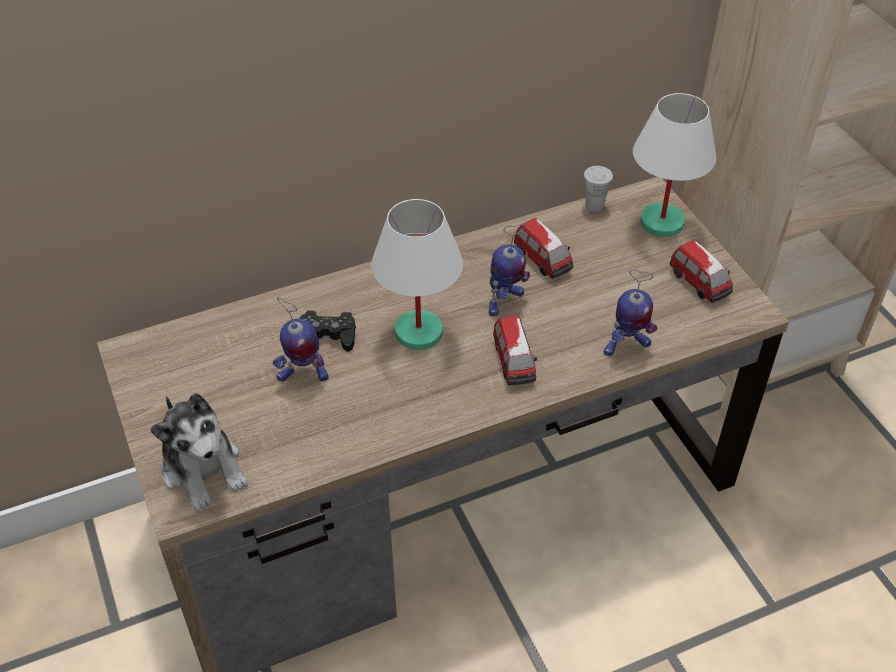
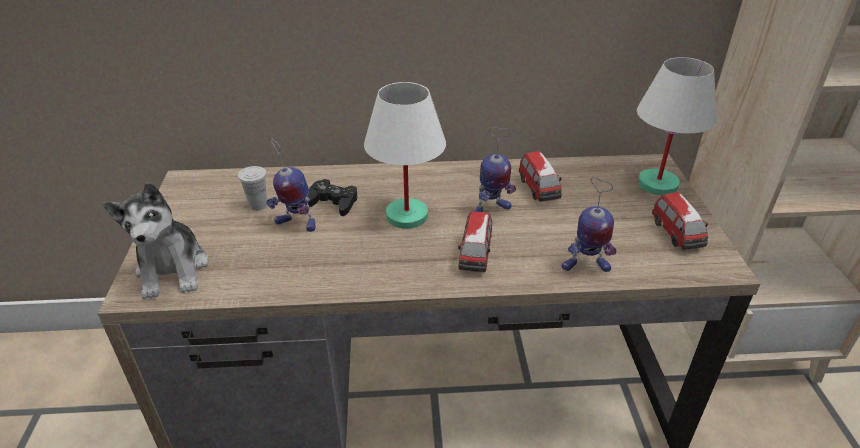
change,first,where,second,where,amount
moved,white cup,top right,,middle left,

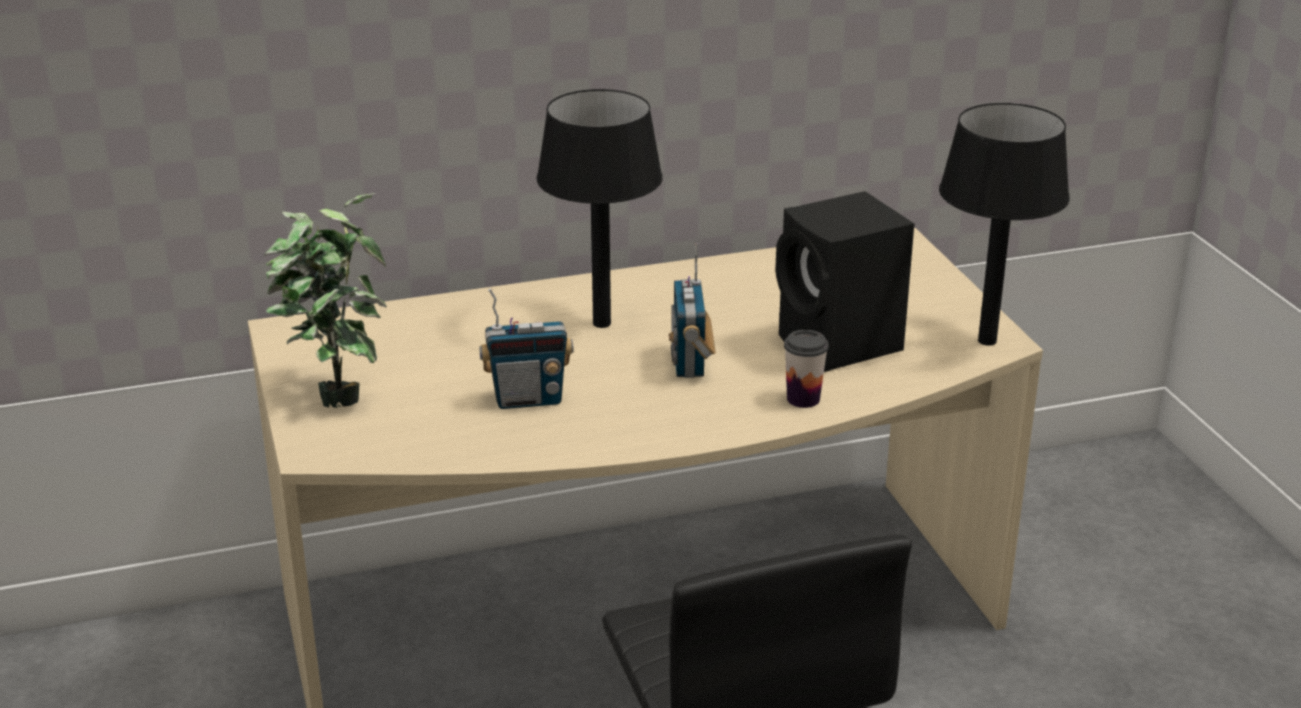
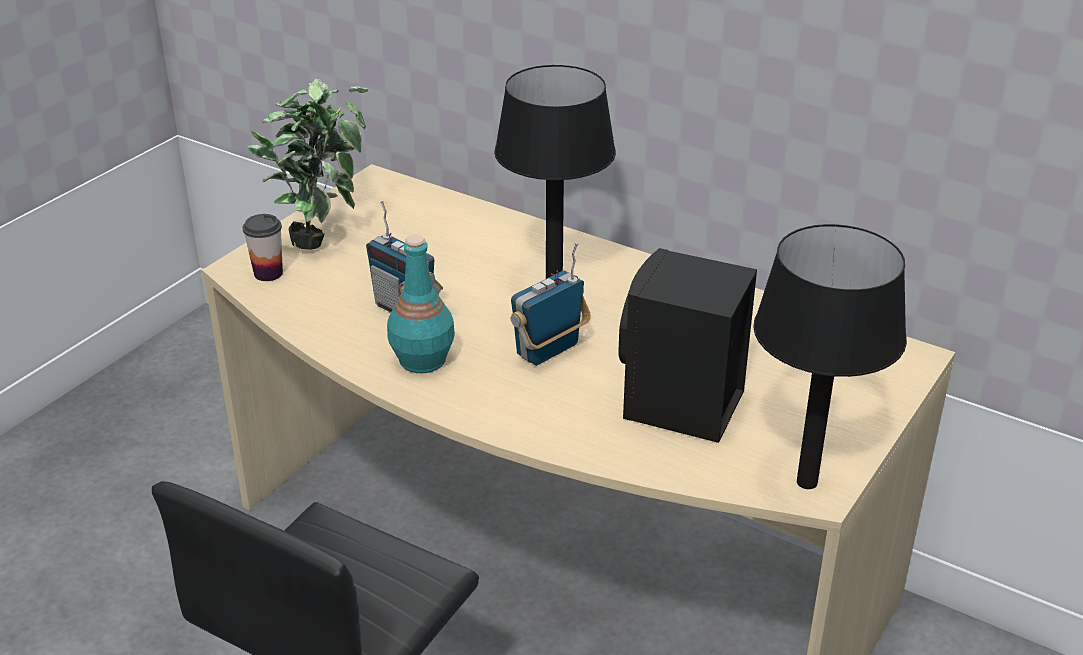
change,first,where,second,where,amount
moved,cup,centre,,middle left,
added,,,turquoise bottle,centre,

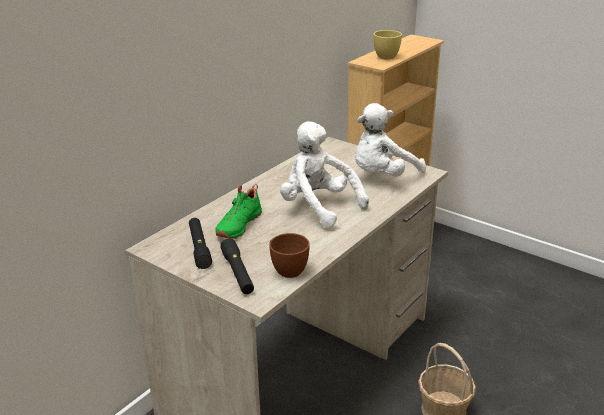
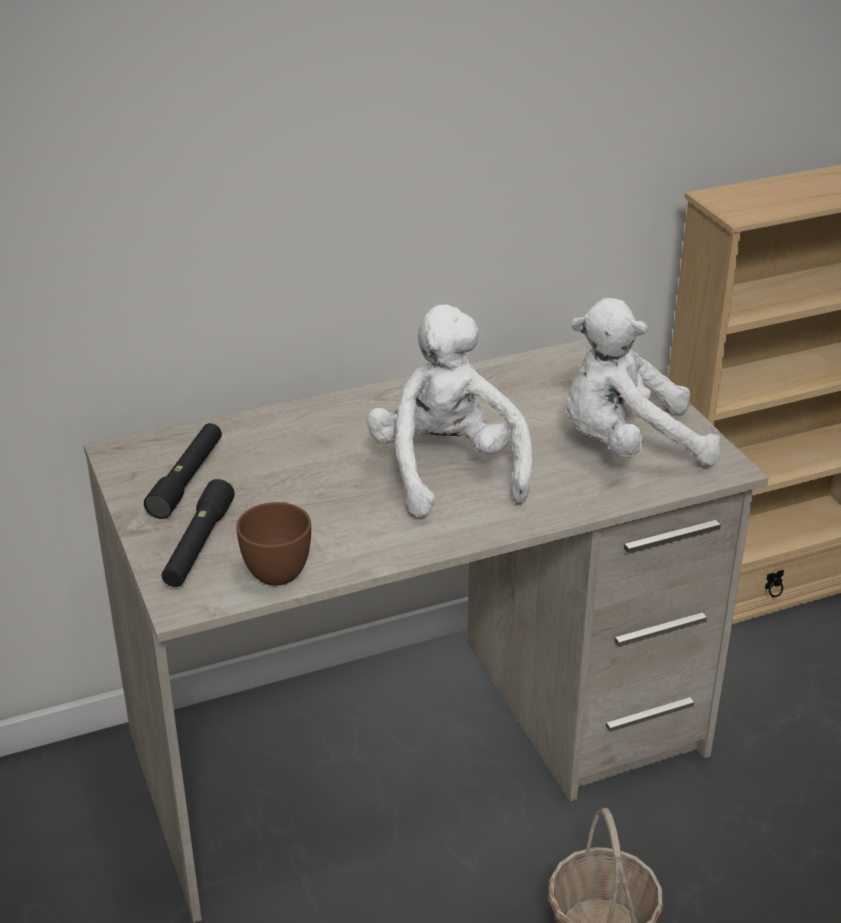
change,first,where,second,where,amount
removed,green shoe,centre,,,
removed,yellow cup,top centre,,,

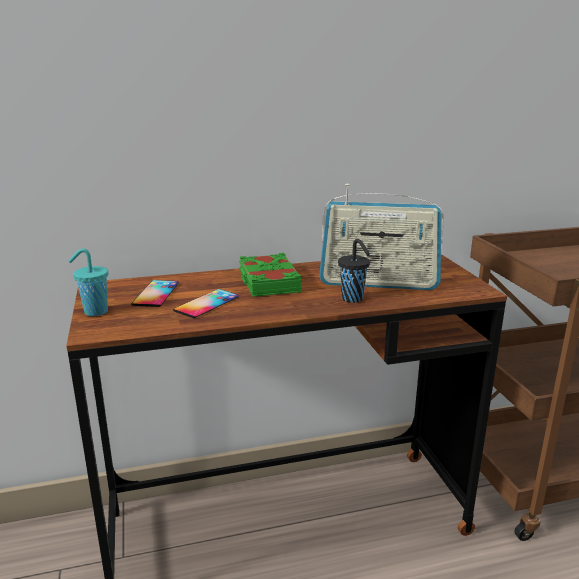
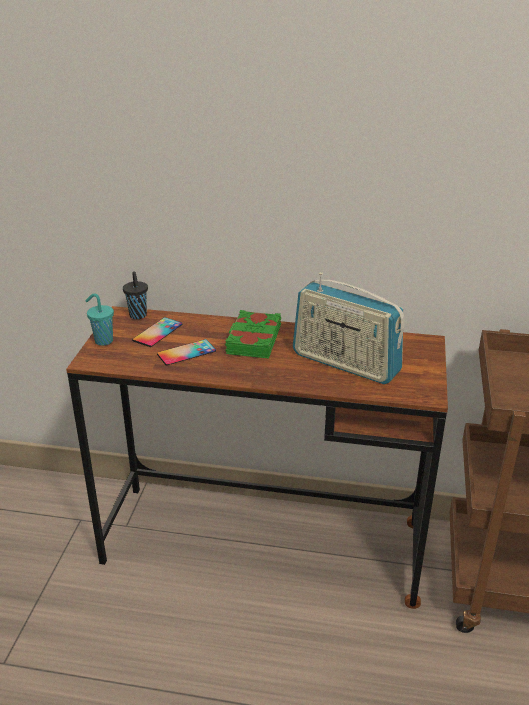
change,first,where,second,where,amount
moved,black cup,centre,,middle left,

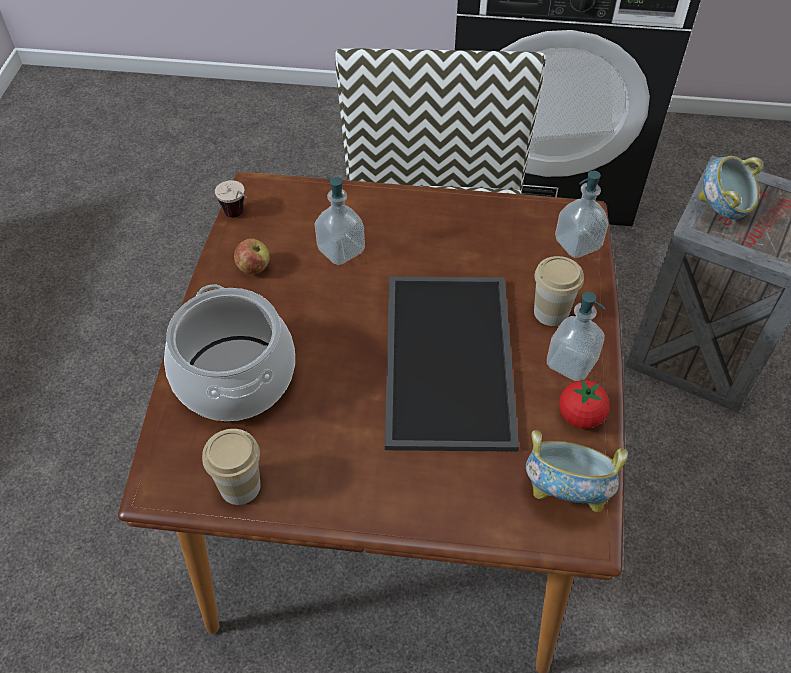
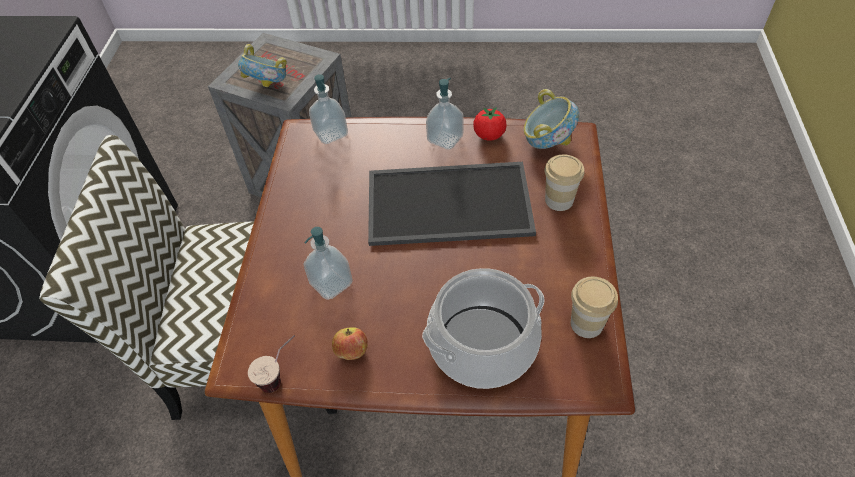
change,first,where,second,where,amount
moved,cup (3rd from left in the first image),middle right,cup (2nd from left),centre,

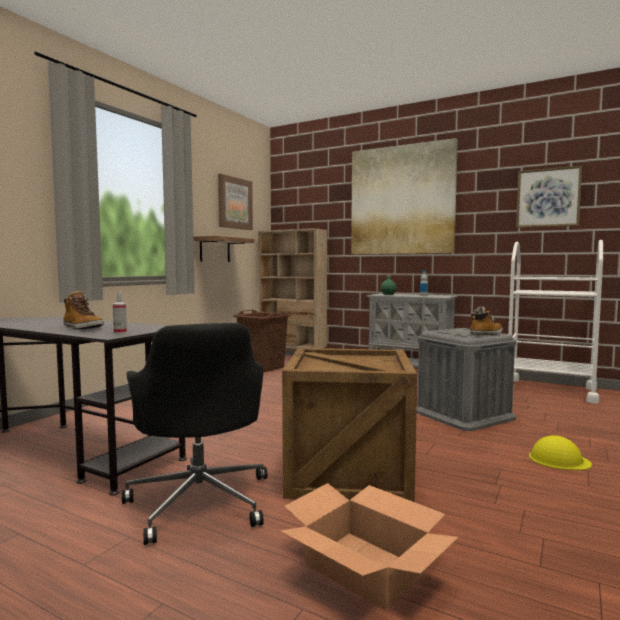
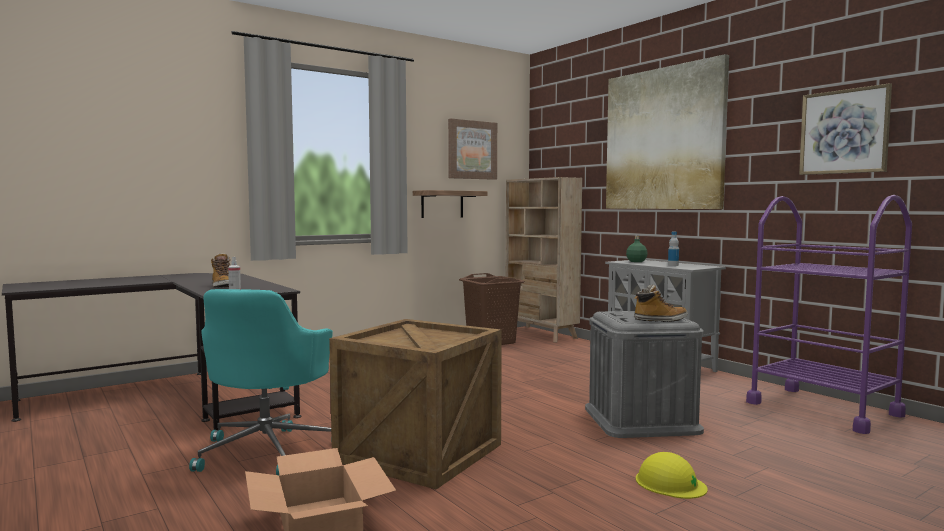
change,first,where,second,where,amount
recoloured,black office chair,bottom left,turquoise office chair,bottom left,
recoloured,white cart,middle right,purple cart,middle right,

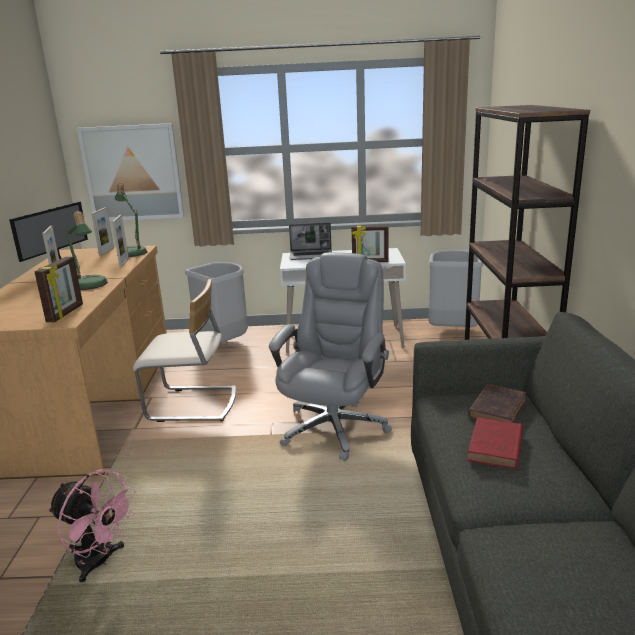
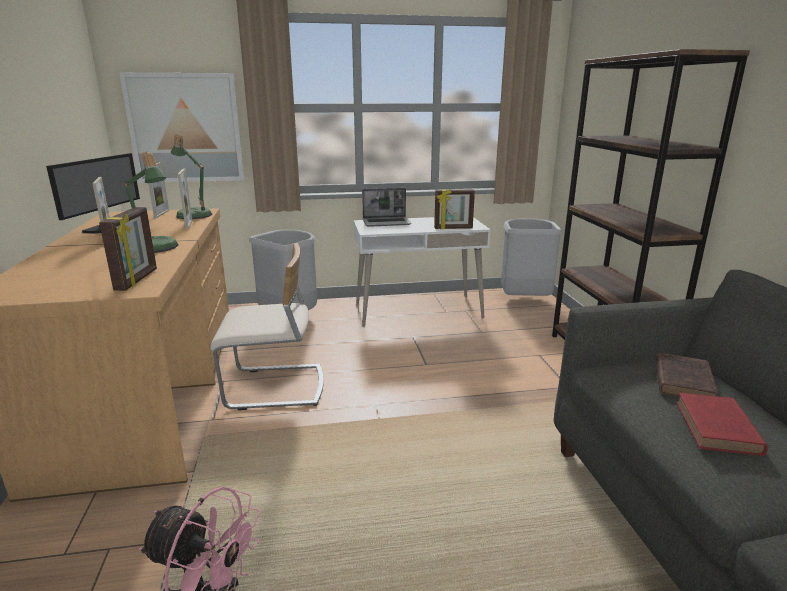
change,first,where,second,where,amount
removed,grey office chair,centre,,,

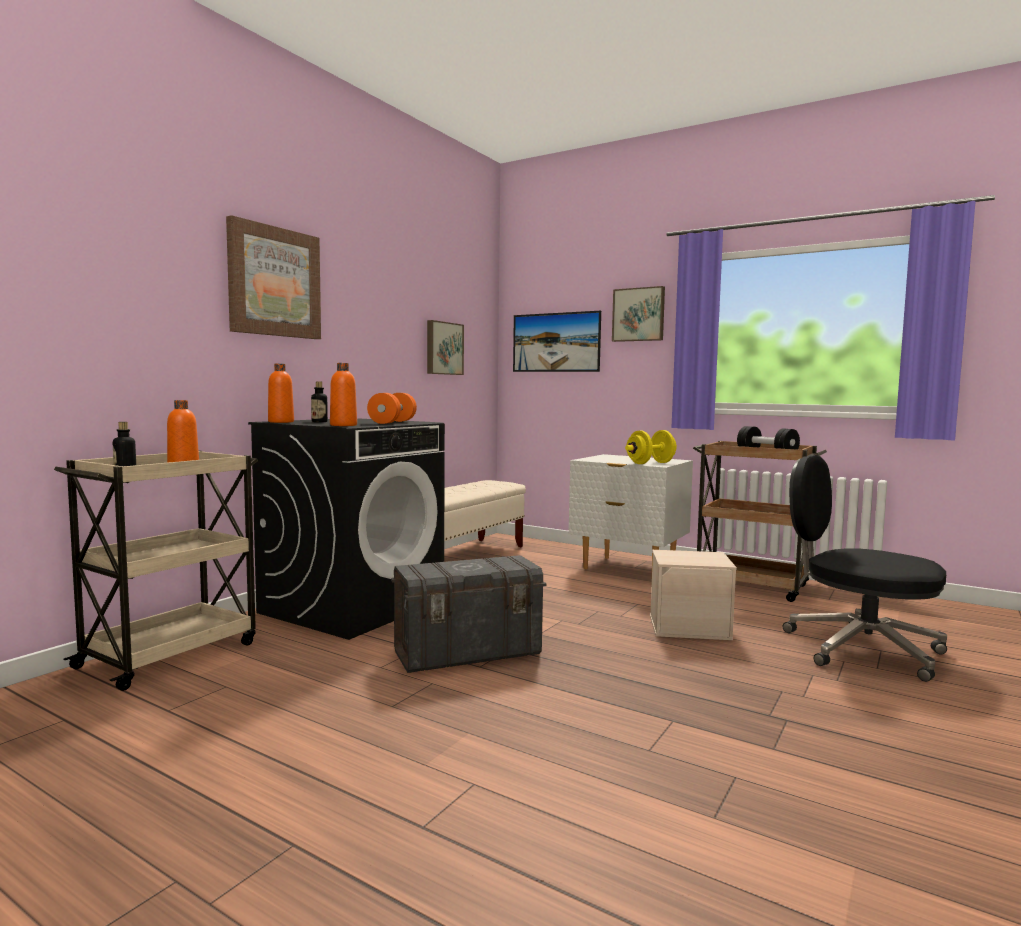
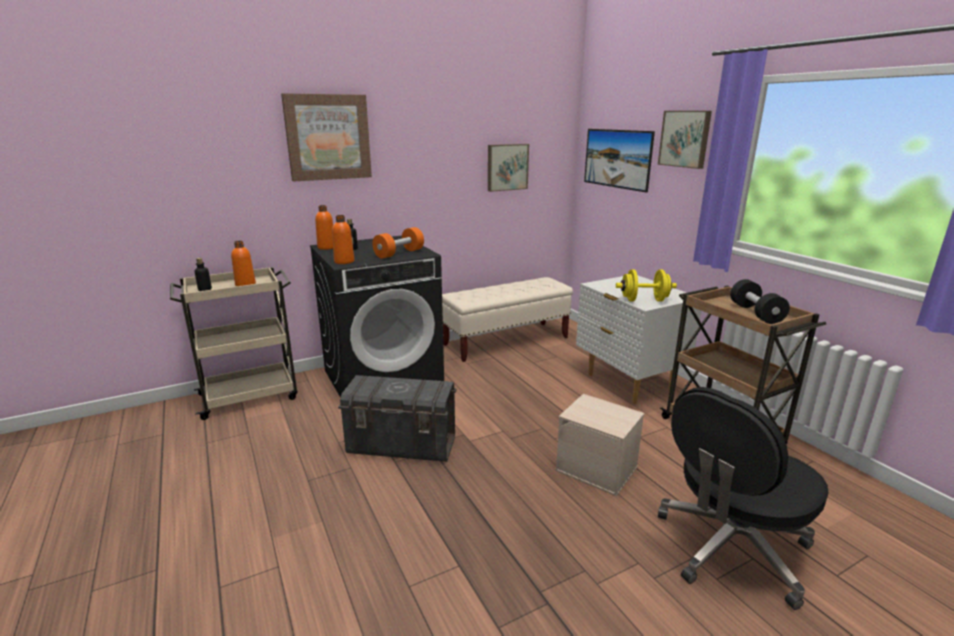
change,first,where,second,where,amount
turned,black office chair,middle right,,bottom right,105 degrees counterclockwise

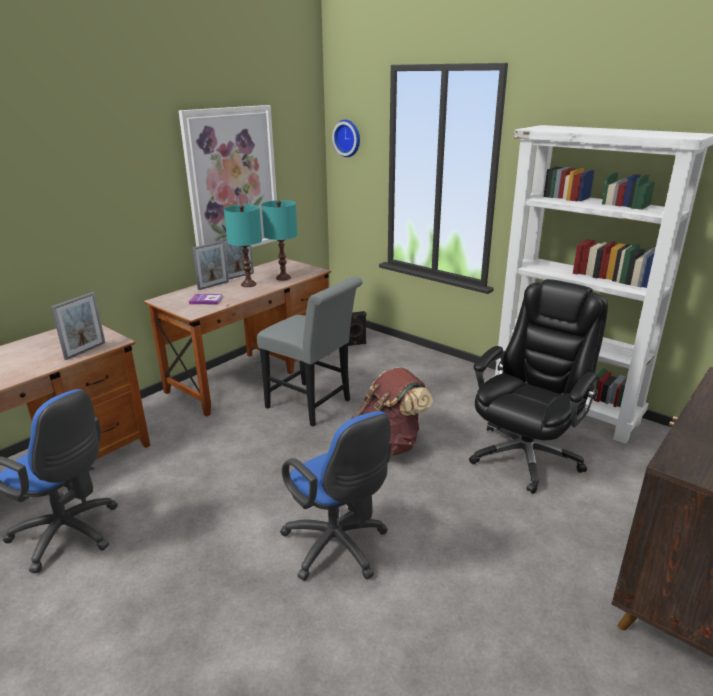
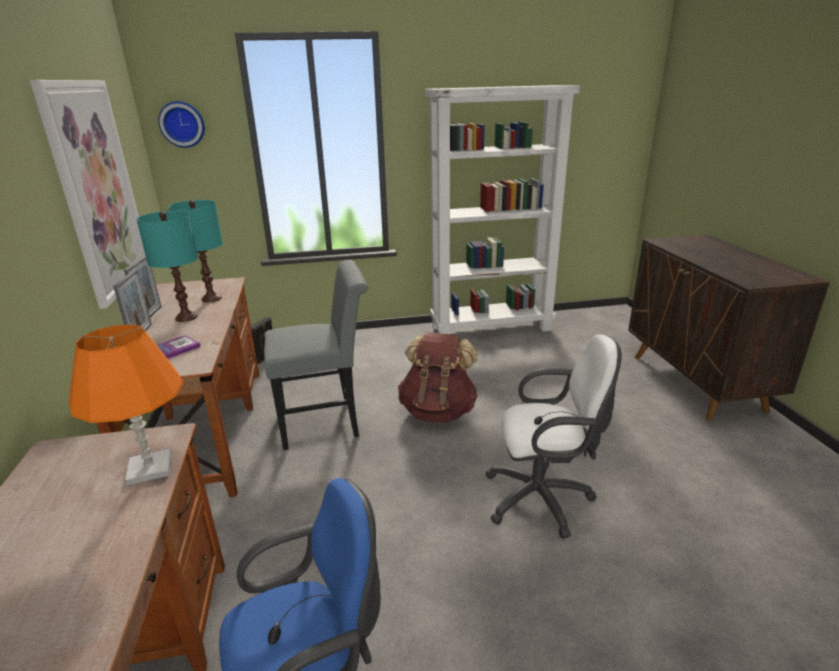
change,first,where,second,where,amount
replaced,picture frame (1st from left),middle left,orange table lamp,middle left,
recoloured,blue office chair (2nd from left),bottom centre,white office chair,centre,
removed,black office chair,middle right,,,

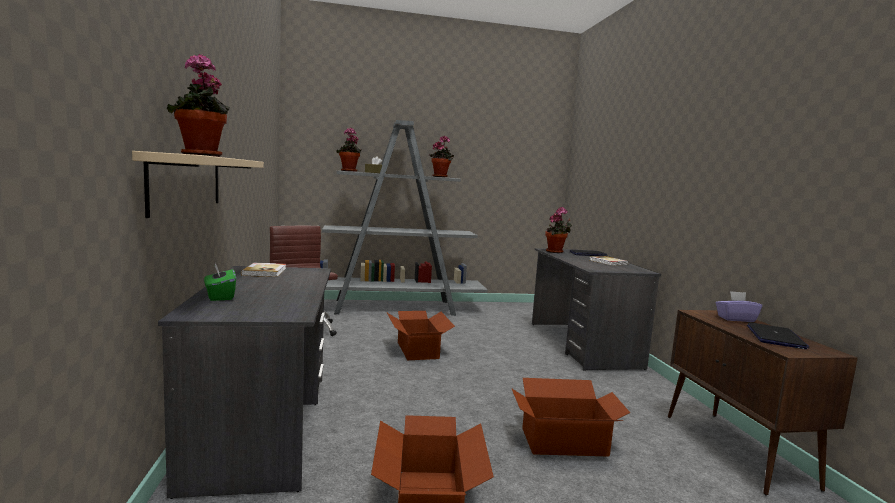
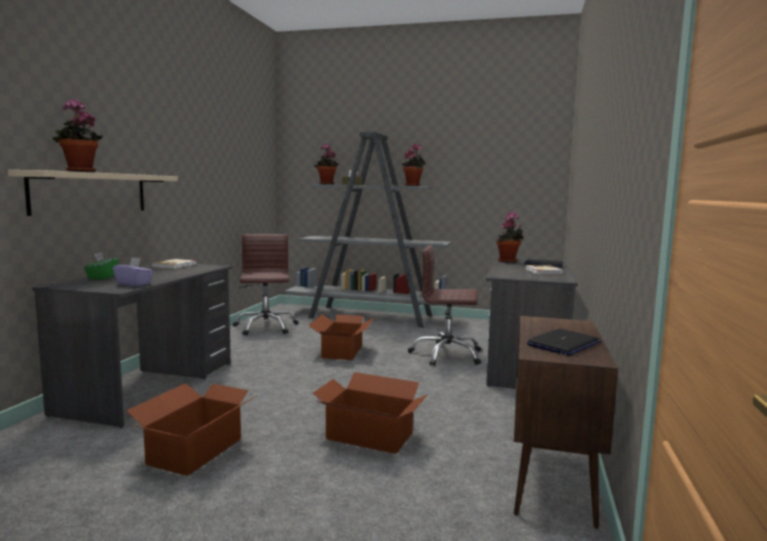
change,first,where,second,where,amount
moved,purple tissue box,middle right,,middle left,
added,,,brown office chair (2nd from left),centre,

